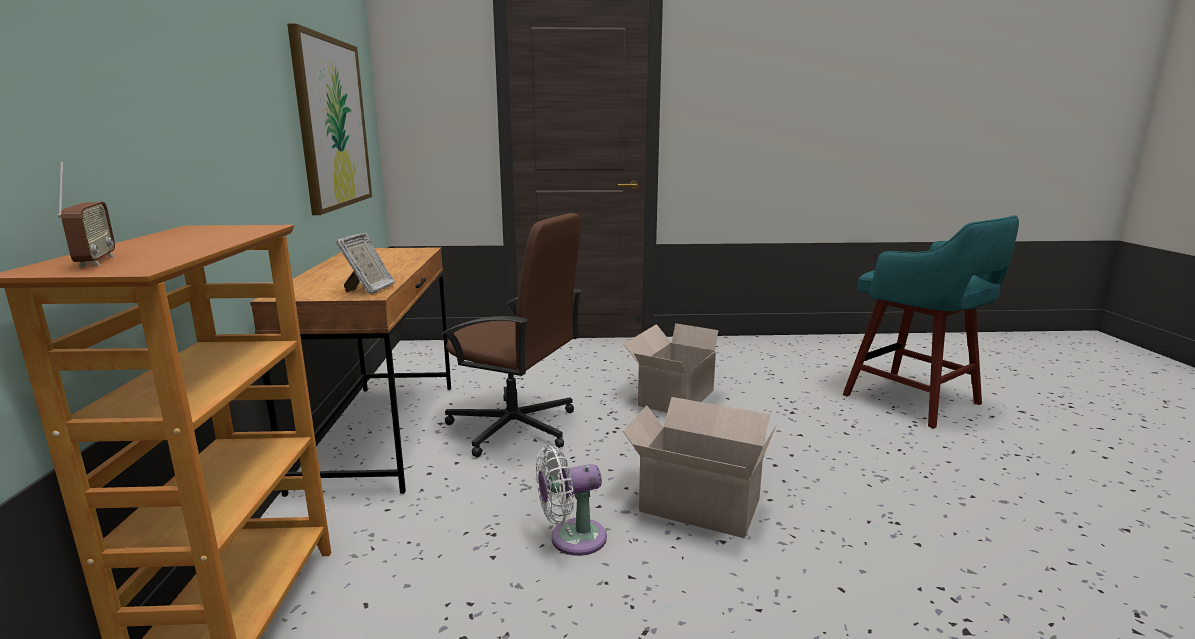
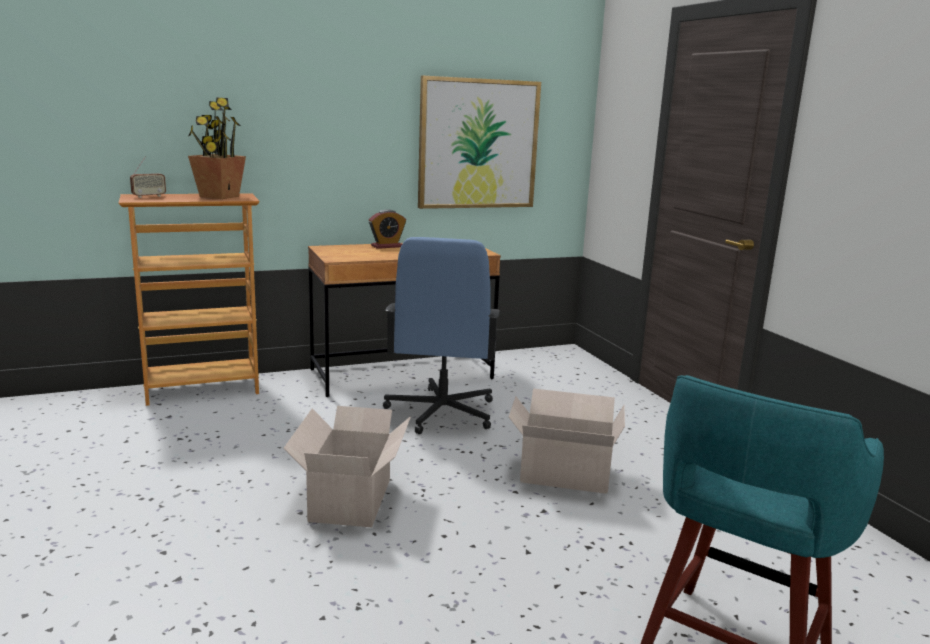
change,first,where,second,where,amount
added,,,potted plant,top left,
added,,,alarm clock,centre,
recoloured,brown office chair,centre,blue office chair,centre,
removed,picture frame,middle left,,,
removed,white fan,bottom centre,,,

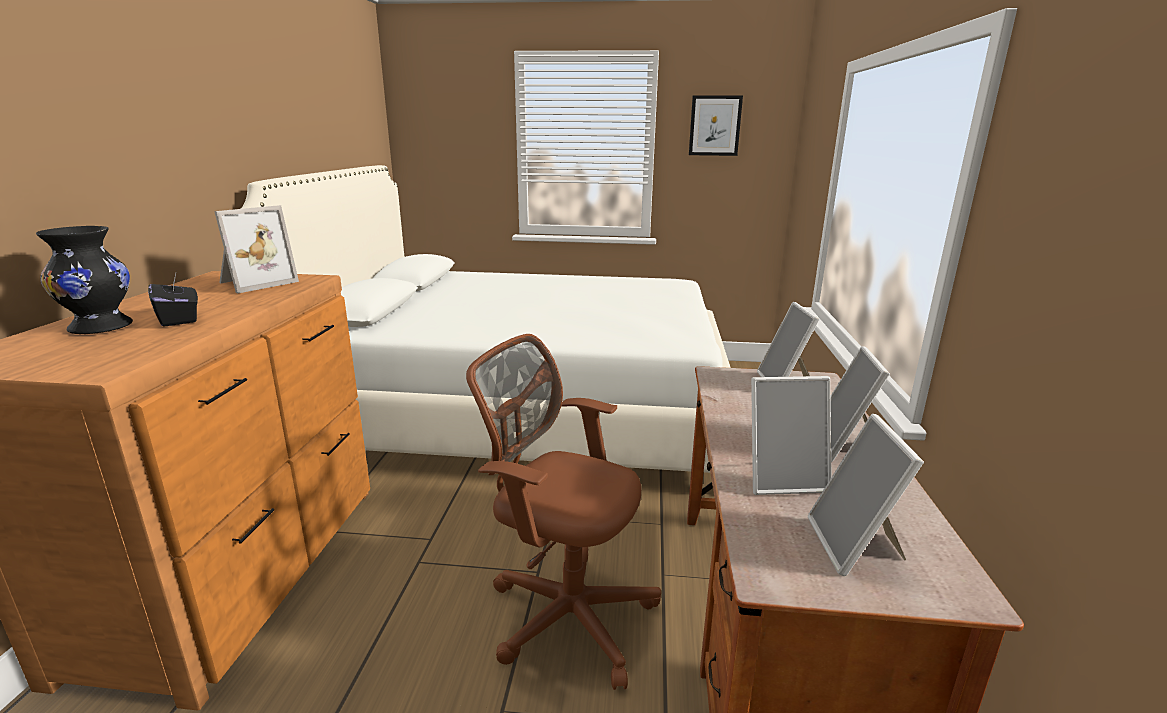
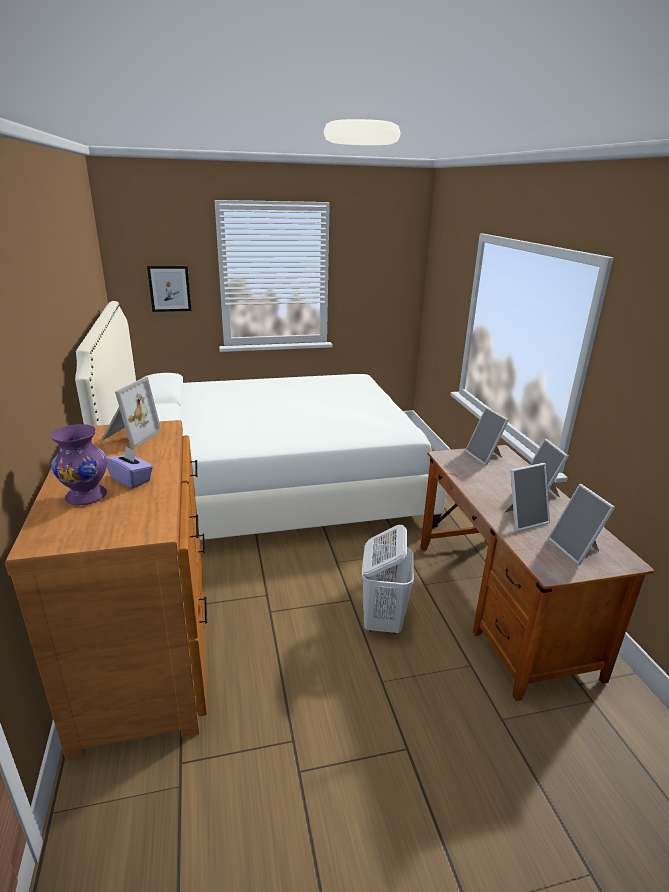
change,first,where,second,where,amount
recoloured,black vase,middle left,purple vase,middle left,
recoloured,black tissue box,middle left,purple tissue box,middle left,
moved,picture,top centre,,top left,
replaced,brown office chair,bottom centre,white laundry basket,centre,

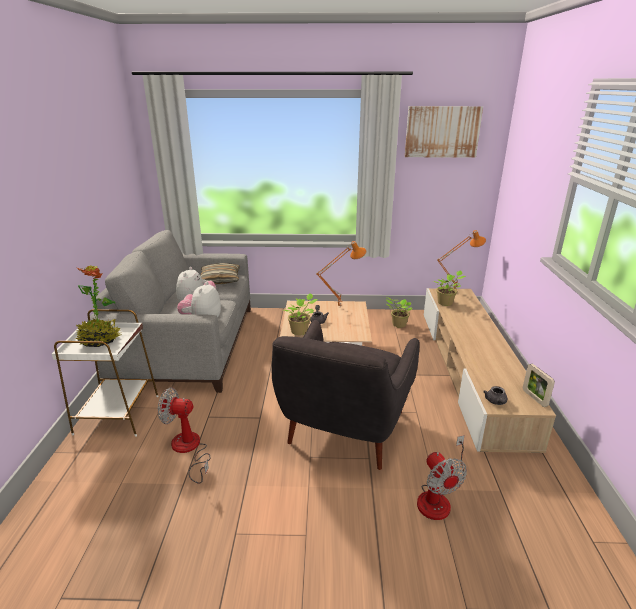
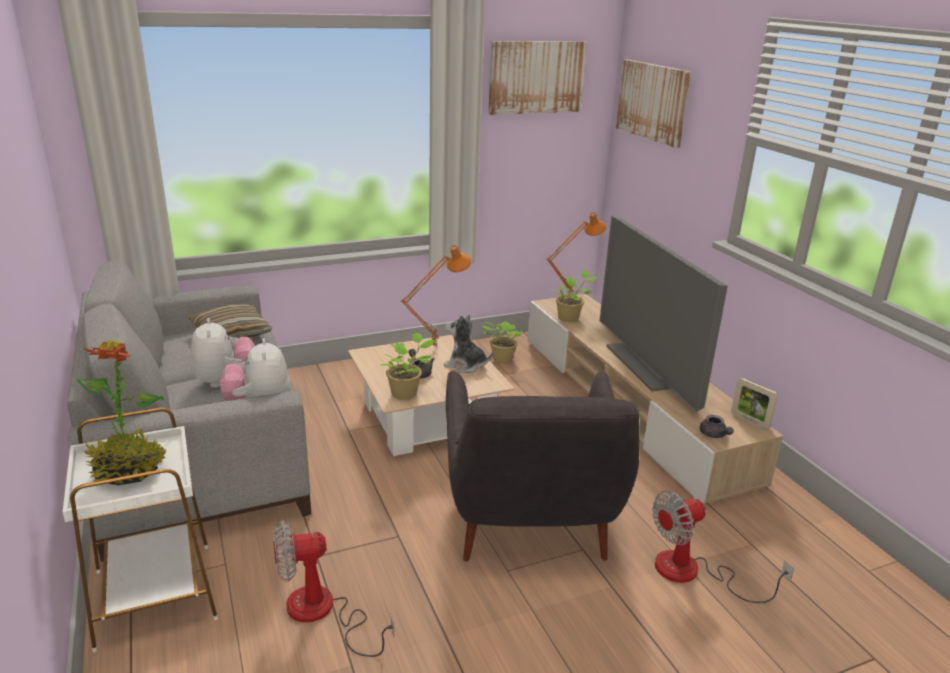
change,first,where,second,where,amount
added,,,plush toy (3rd from left),centre,
added,,,television,middle right,
added,,,picture (2nd from left),top right,
turned,fan (2nd from left),bottom right,,bottom right,105 degrees clockwise

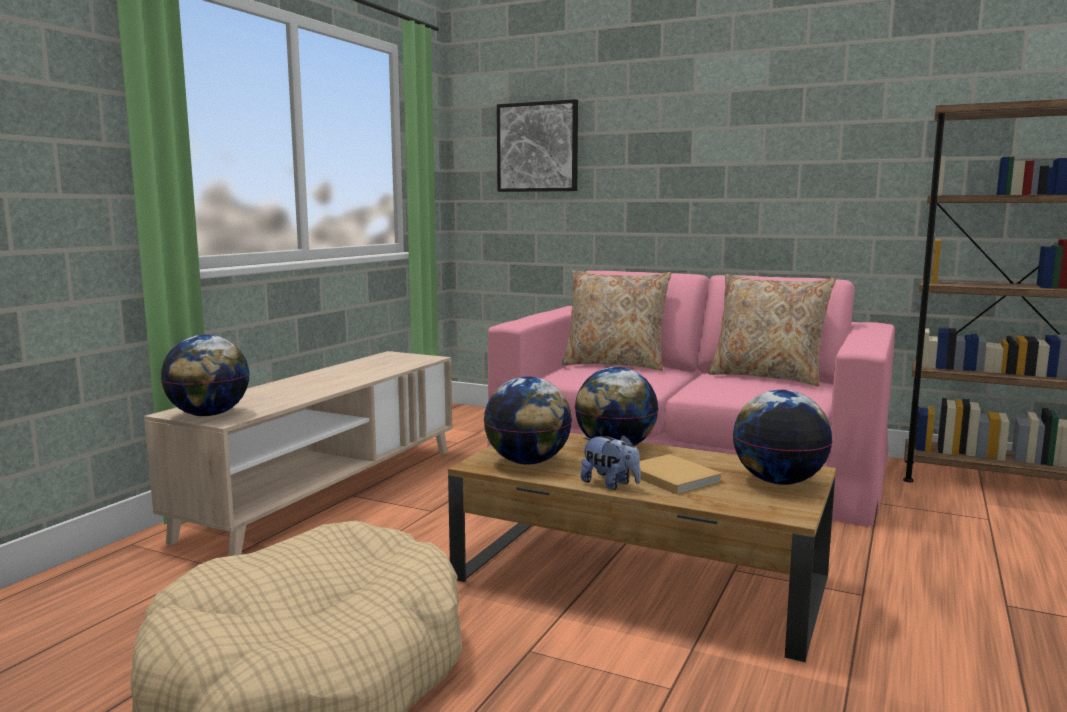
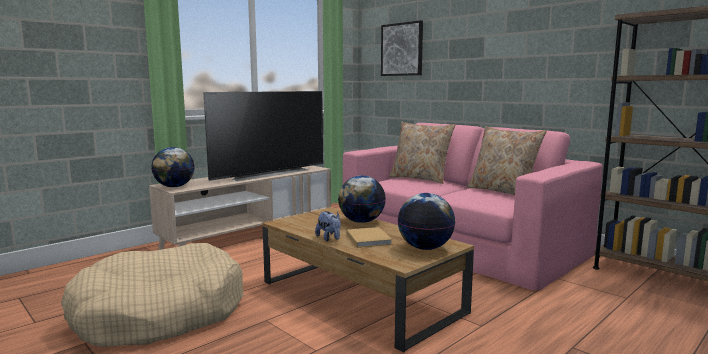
change,first,where,second,where,amount
added,,,television,centre,
removed,globe (2nd from left),centre,,,

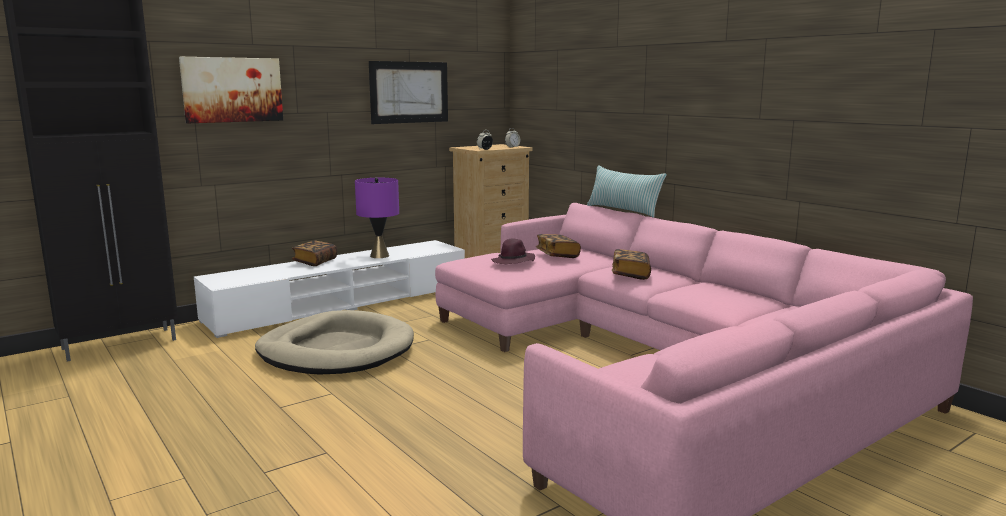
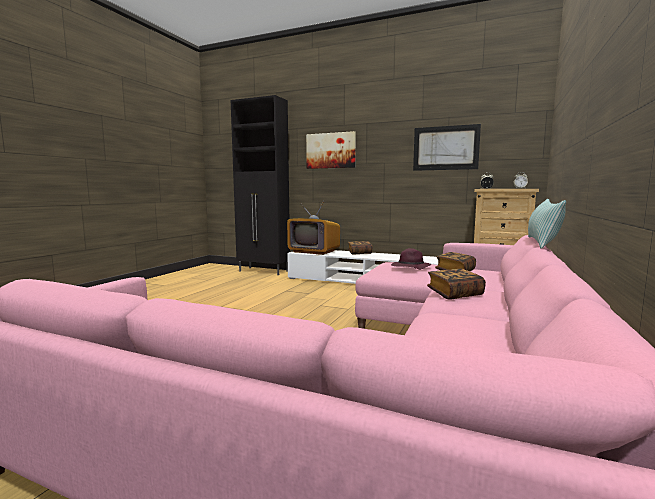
change,first,where,second,where,amount
added,,,television,centre,
removed,beige dog bed,middle left,,,
removed,purple table lamp,centre,,,

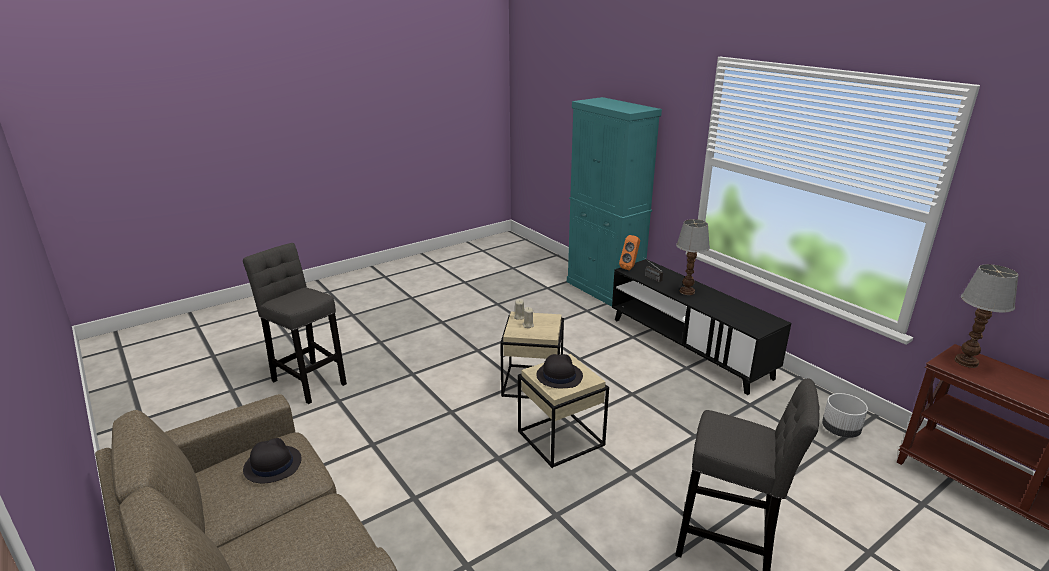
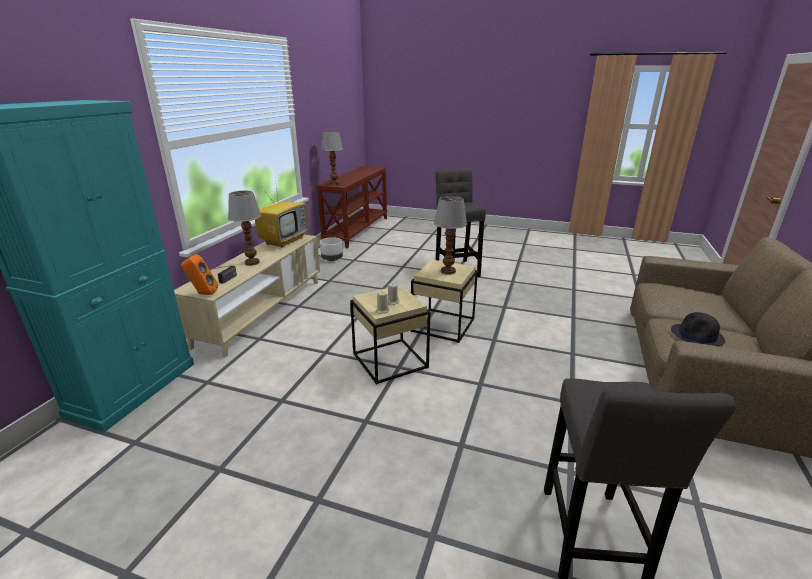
change,first,where,second,where,amount
recoloured,black tv stand,middle right,beige tv stand,middle left,
added,,,television,centre,
replaced,black hat (2nd from left),centre,table lamp (3rd from left),centre,

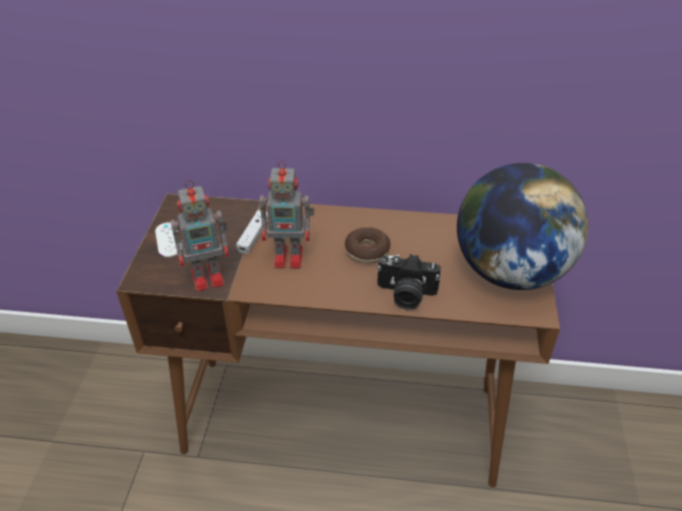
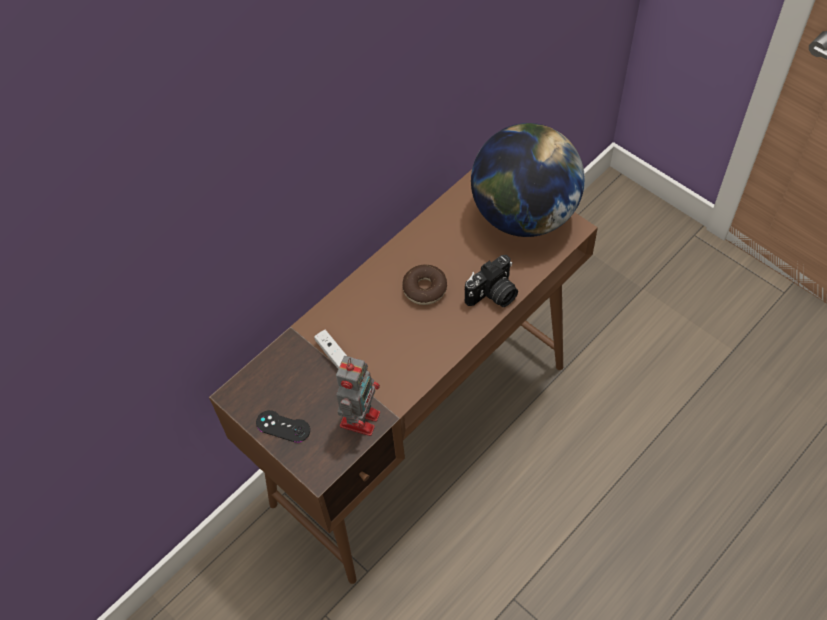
change,first,where,second,where,amount
recoloured,white game controller (1st from left),middle left,black game controller,bottom centre,
removed,toy robot (2nd from left),centre,,,

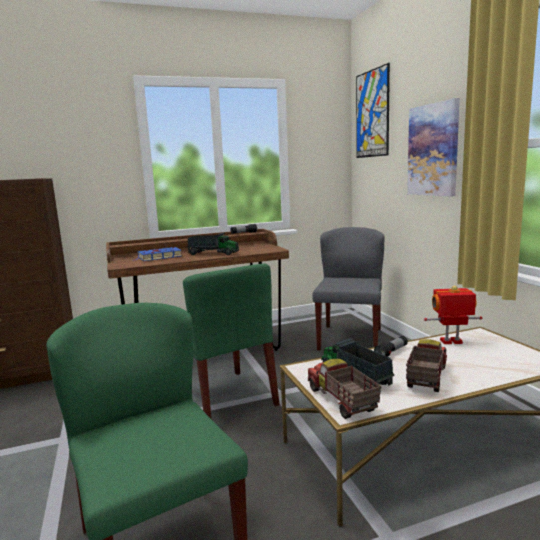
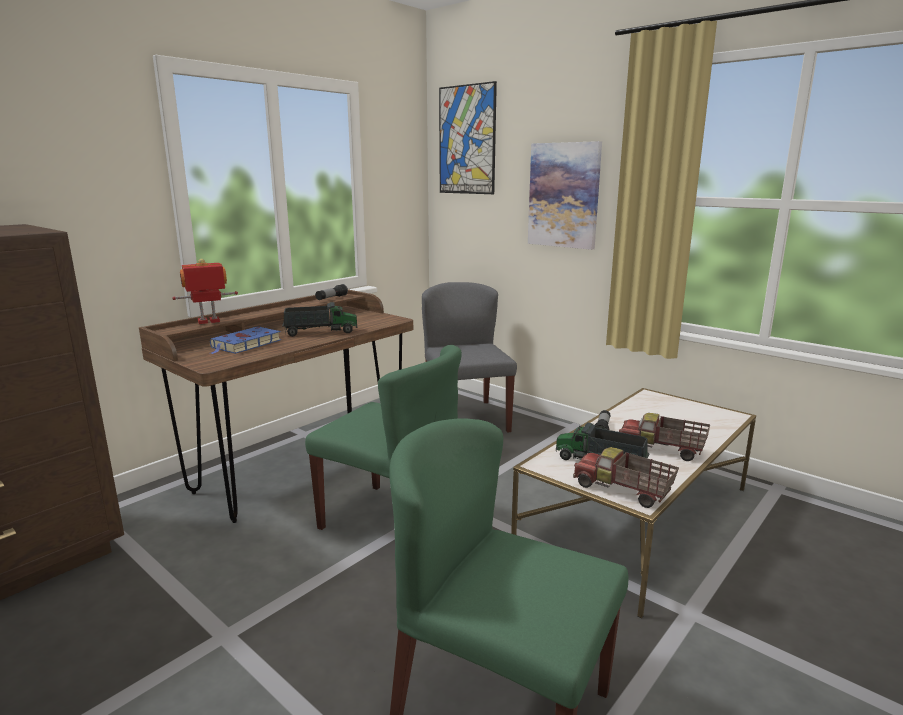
change,first,where,second,where,amount
moved,toy robot,middle right,,middle left,
turned,toy truck (4th from left),bottom right,,middle right,60 degrees counterclockwise

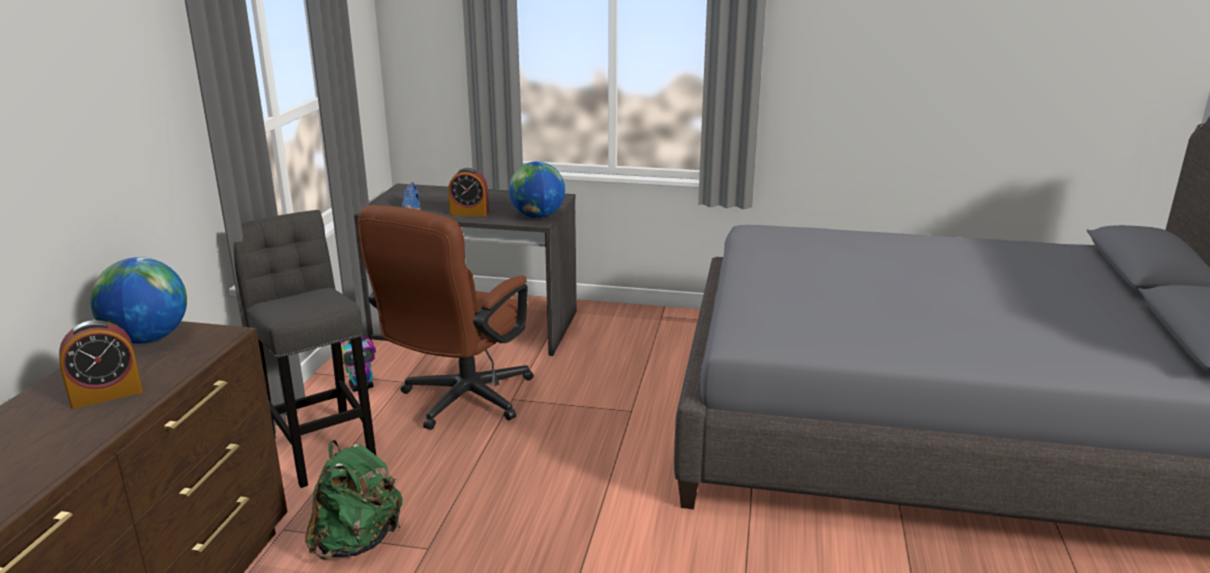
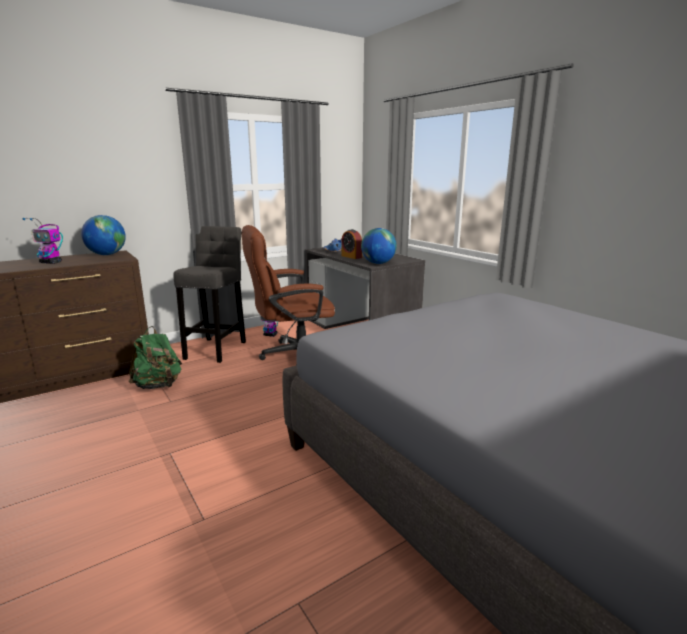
change,first,where,second,where,amount
replaced,alarm clock (1st from left),middle left,toy robot (1st from left),middle left,

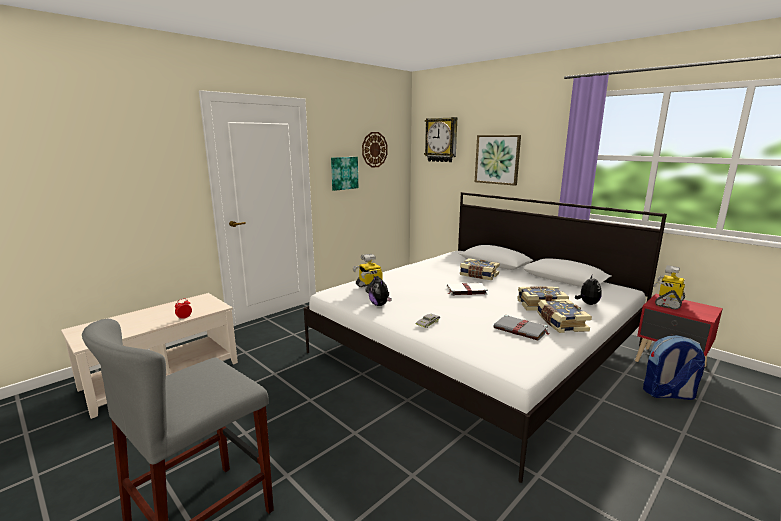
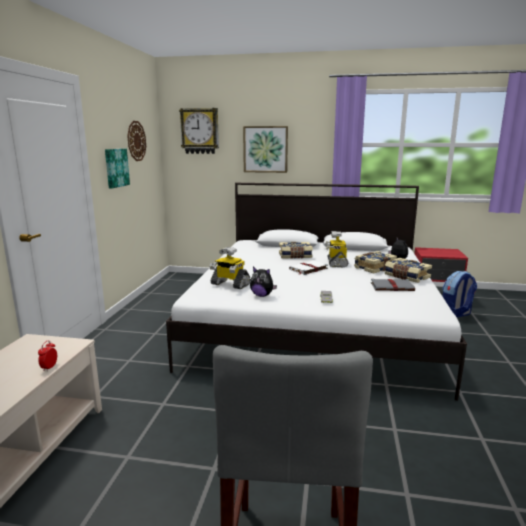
change,first,where,second,where,amount
moved,toy robot (2nd from left),middle right,,centre,

